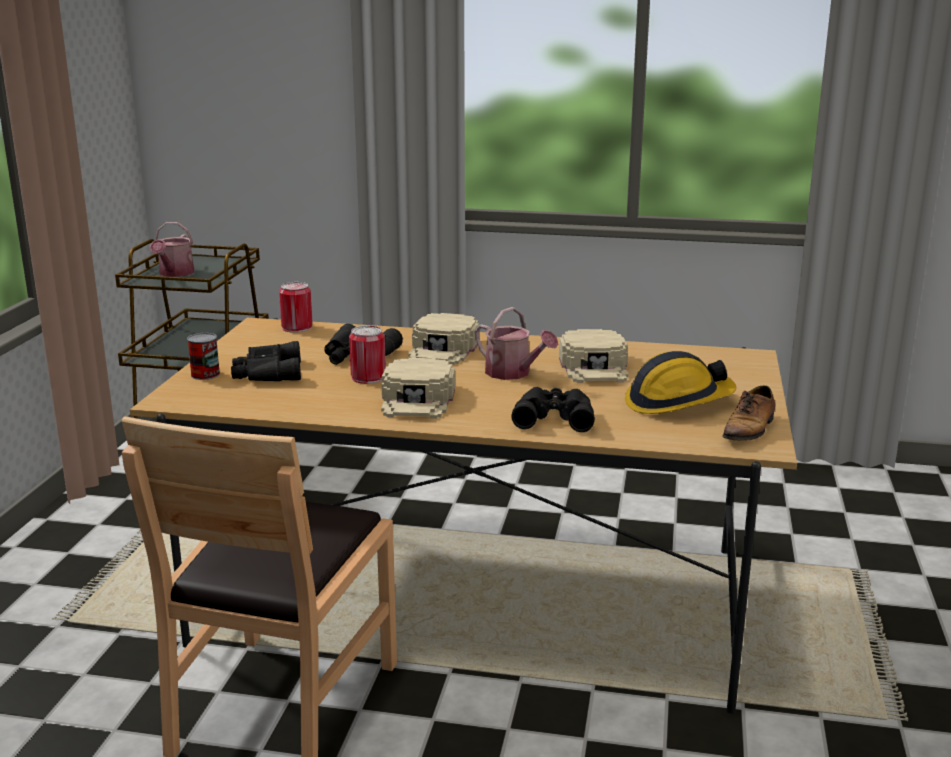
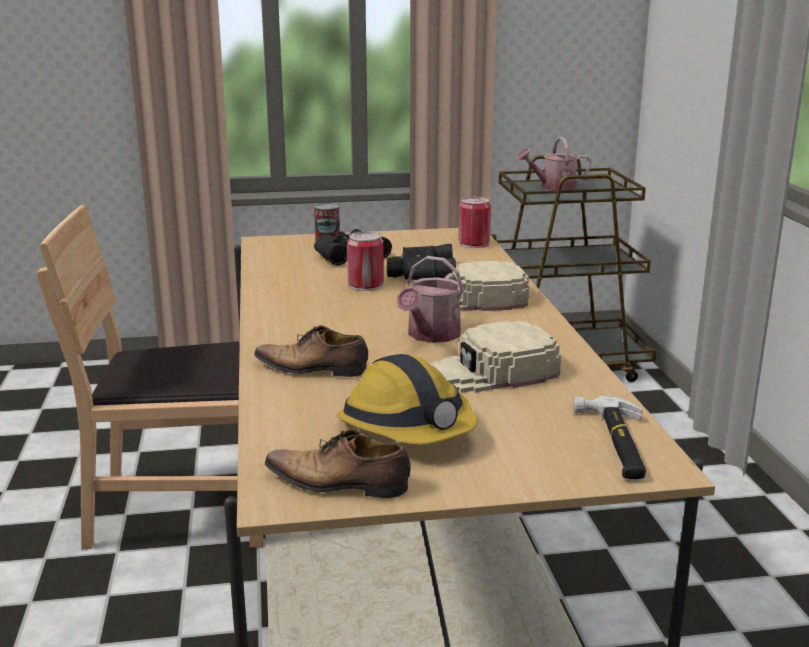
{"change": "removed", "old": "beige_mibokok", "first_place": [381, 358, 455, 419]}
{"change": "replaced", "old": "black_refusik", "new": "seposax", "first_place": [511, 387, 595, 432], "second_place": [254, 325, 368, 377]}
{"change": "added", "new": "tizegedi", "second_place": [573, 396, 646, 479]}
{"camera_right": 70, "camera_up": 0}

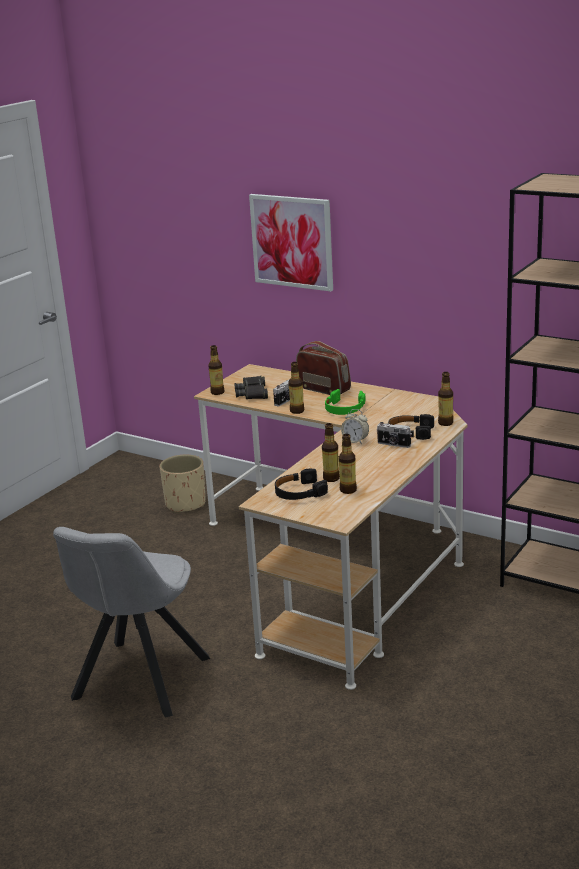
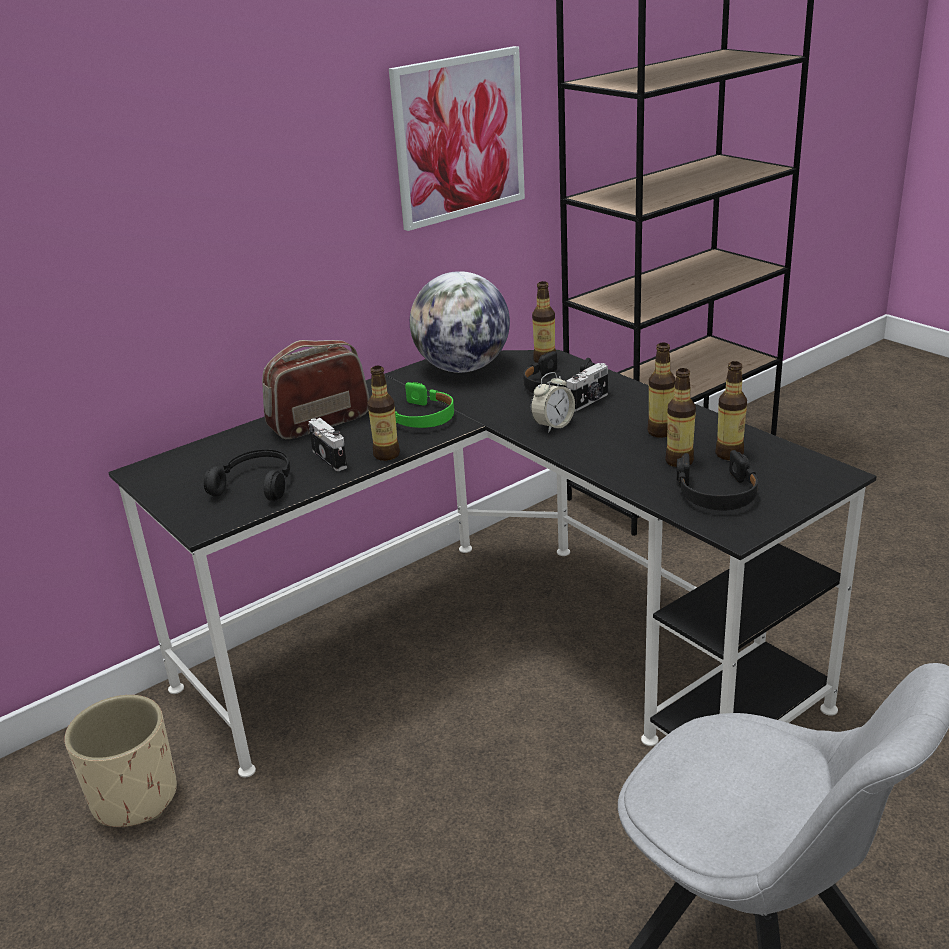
{"change": "moved", "old": "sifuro", "first_place": [249, 194, 333, 291], "second_place": [389, 46, 525, 231]}
{"change": "moved", "old": "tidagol", "first_place": [208, 345, 224, 395], "second_place": [647, 342, 675, 438]}
{"change": "recoloured", "old": "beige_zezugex", "new": "black_zezugex", "first_place": [194, 364, 468, 690], "second_place": [108, 350, 877, 777]}
{"change": "replaced", "old": "black_refusik", "new": "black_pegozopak", "first_place": [234, 376, 268, 399], "second_place": [204, 449, 290, 501]}
{"change": "added", "new": "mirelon", "second_place": [410, 271, 510, 373]}
{"camera_right": -70, "camera_up": 5}

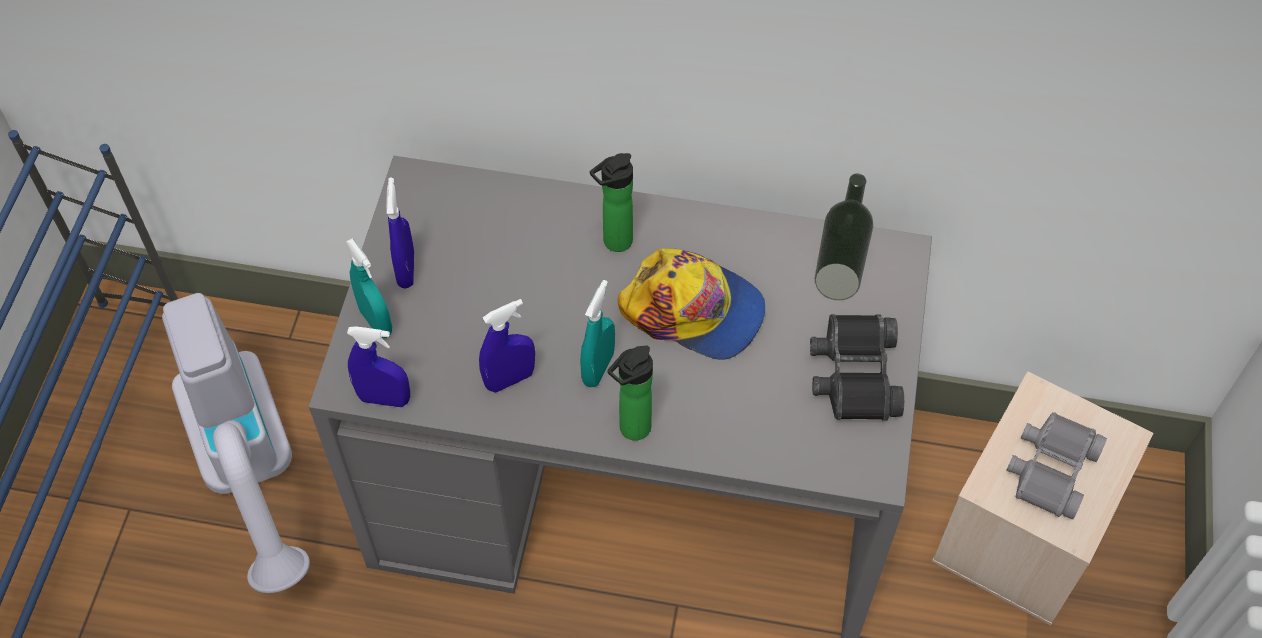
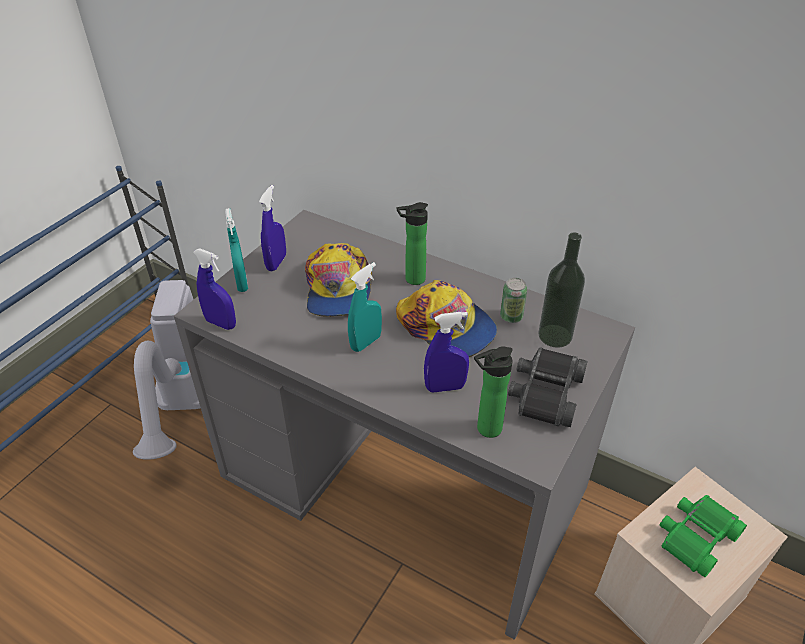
{"change": "moved", "old": "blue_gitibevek", "first_place": [479, 299, 535, 392], "second_place": [424, 312, 469, 393]}
{"change": "moved", "old": "tidagol", "first_place": [607, 345, 653, 441], "second_place": [474, 346, 513, 438]}
{"change": "recoloured", "old": "grey_refusik", "new": "green_refusik", "first_place": [1007, 412, 1107, 519], "second_place": [660, 495, 747, 577]}
{"change": "added", "new": "mibokok", "second_place": [305, 243, 372, 317]}
{"change": "added", "new": "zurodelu", "second_place": [500, 278, 527, 323]}
{"camera_right": 20, "camera_up": -15}

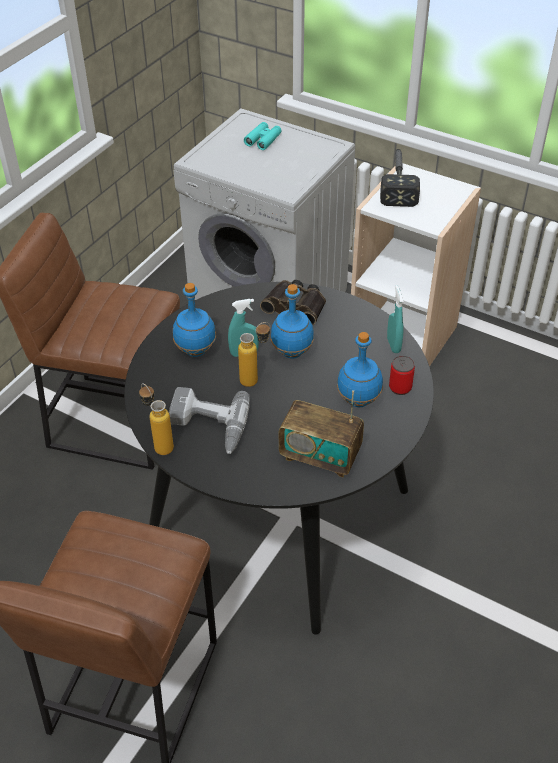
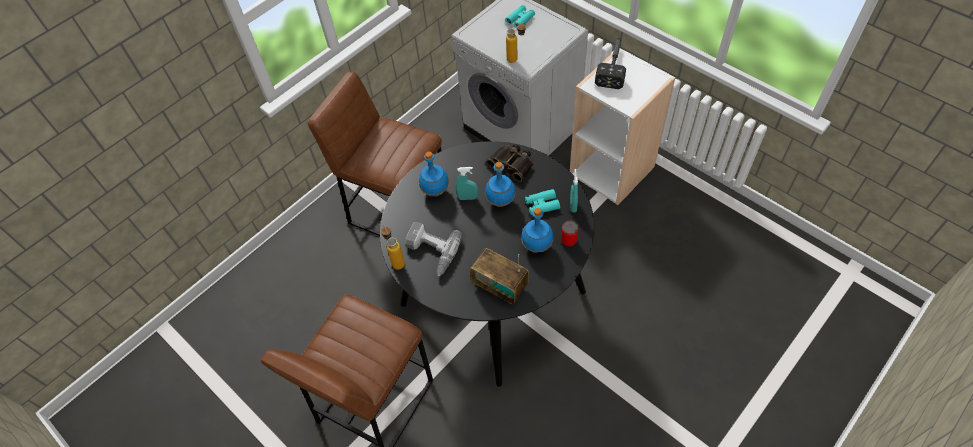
{"change": "moved", "old": "tidagol", "first_place": [238, 322, 270, 387], "second_place": [506, 23, 526, 63]}
{"change": "added", "new": "turquoise_refusik", "second_place": [525, 189, 560, 215]}
{"camera_right": 15, "camera_up": 10}

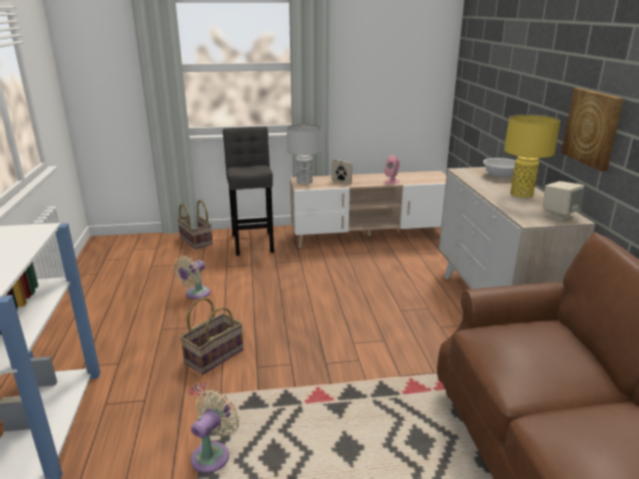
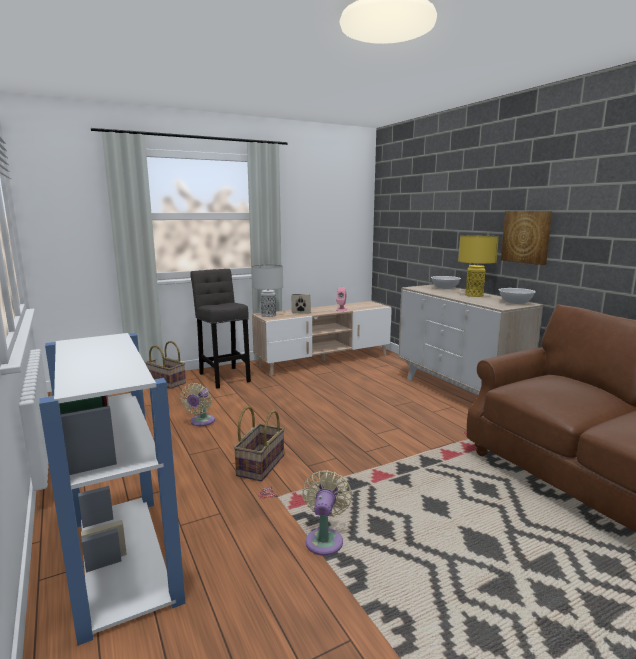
{"change": "replaced", "old": "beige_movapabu", "new": "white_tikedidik", "first_place": [543, 181, 584, 221], "second_place": [499, 288, 536, 304]}
{"camera_right": -20, "camera_up": -10}

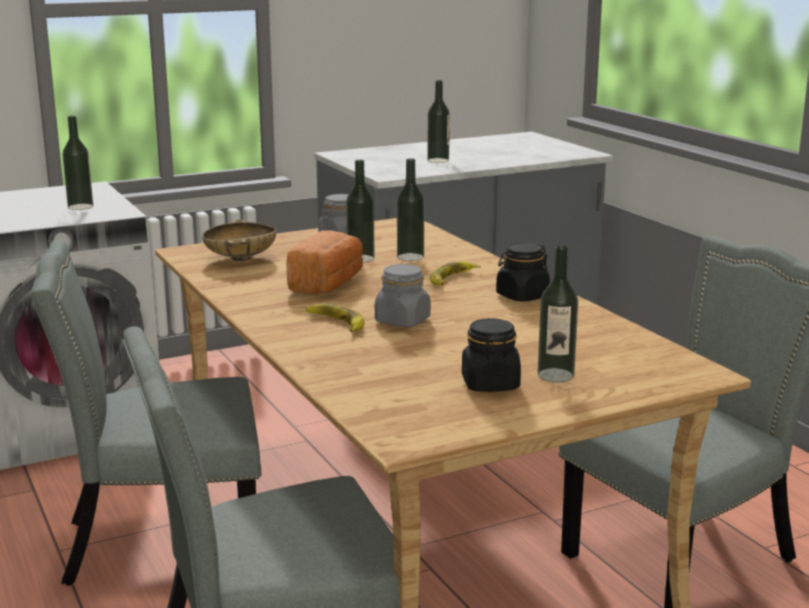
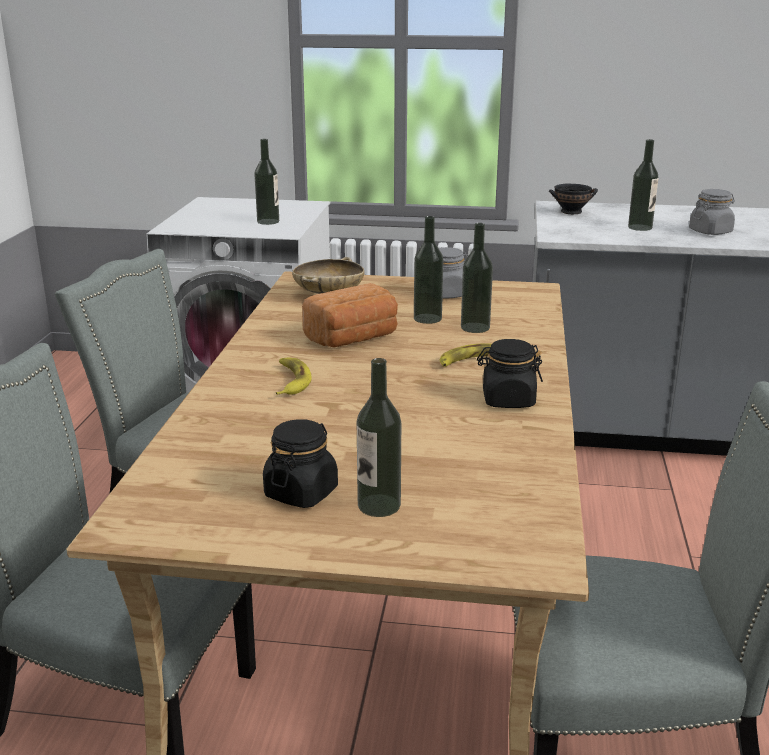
{"change": "moved", "old": "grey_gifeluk", "first_place": [375, 264, 431, 327], "second_place": [689, 189, 735, 235]}
{"change": "added", "new": "black_tikedidik", "second_place": [549, 184, 598, 214]}
{"camera_right": 35, "camera_up": 5}

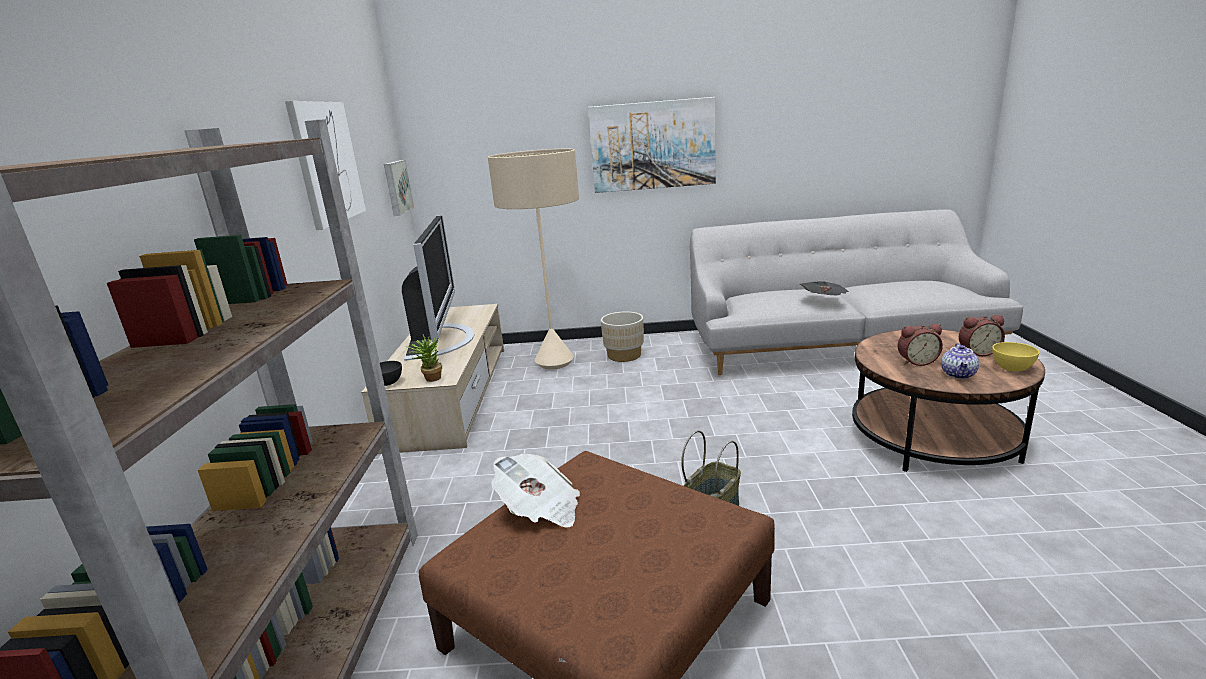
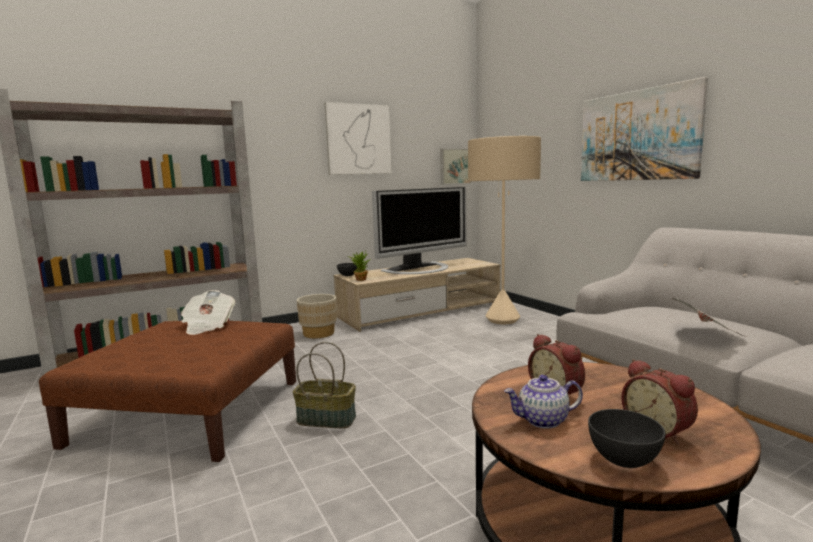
{"change": "moved", "old": "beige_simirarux", "first_place": [601, 312, 644, 362], "second_place": [297, 294, 337, 338]}
{"change": "recoloured", "old": "yellow_tikedidik", "new": "grey_tikedidik", "first_place": [992, 342, 1039, 371], "second_place": [588, 409, 666, 468]}
{"camera_right": 60, "camera_up": -10}

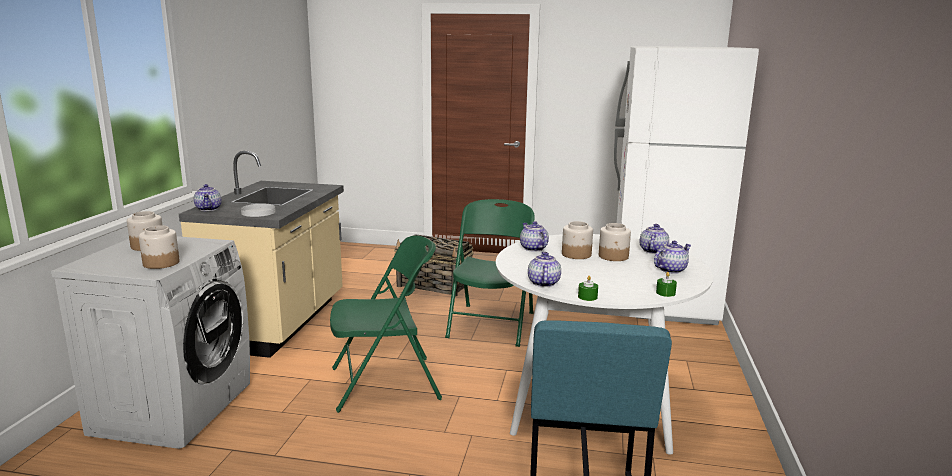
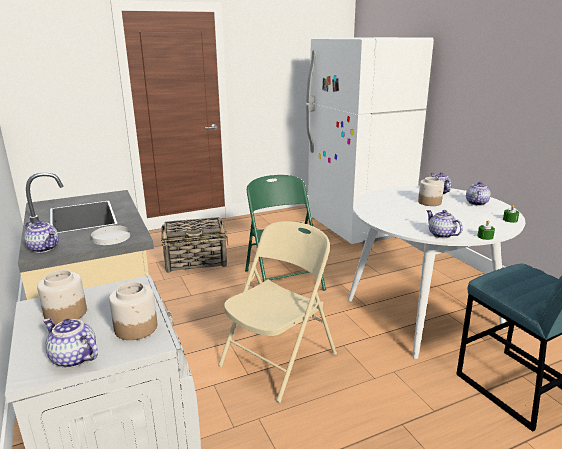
{"change": "moved", "old": "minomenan", "first_place": [520, 221, 549, 252], "second_place": [43, 318, 98, 368]}
{"change": "removed", "old": "gifeluk", "first_place": [562, 221, 593, 259]}
{"change": "recoloured", "old": "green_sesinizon", "new": "beige_sesinizon", "first_place": [330, 236, 442, 413], "second_place": [218, 221, 337, 403]}
{"camera_right": -35, "camera_up": 5}

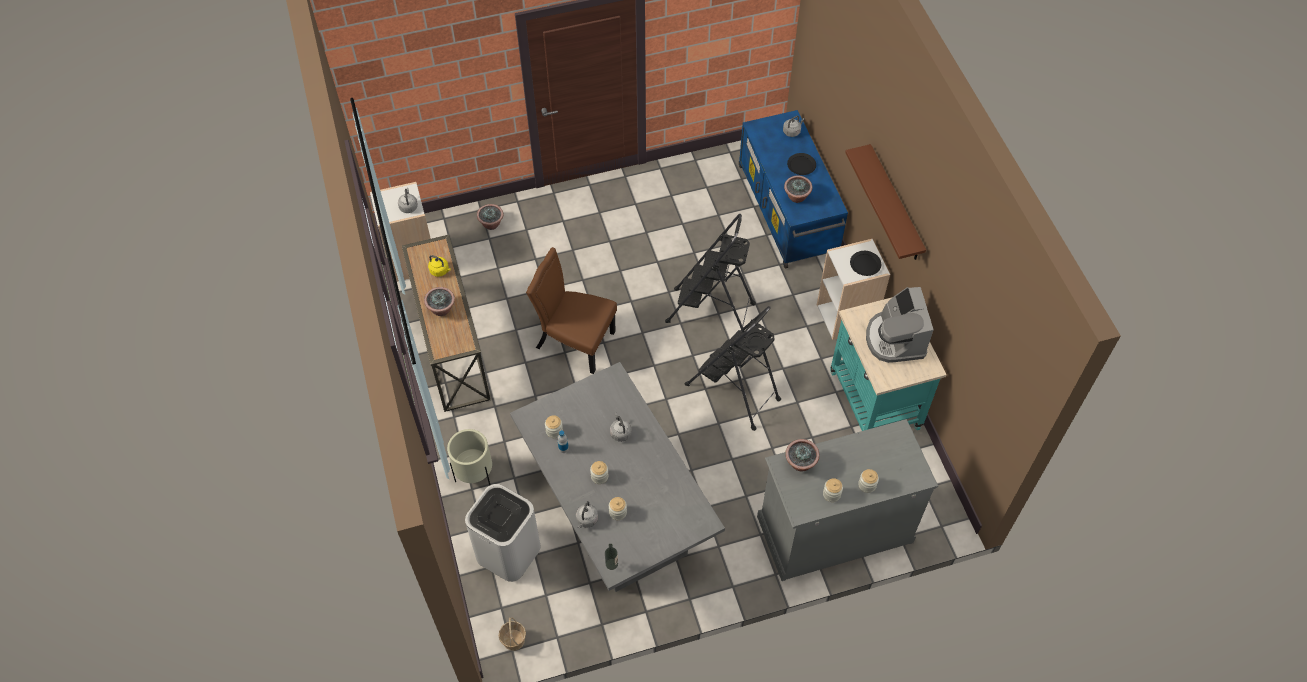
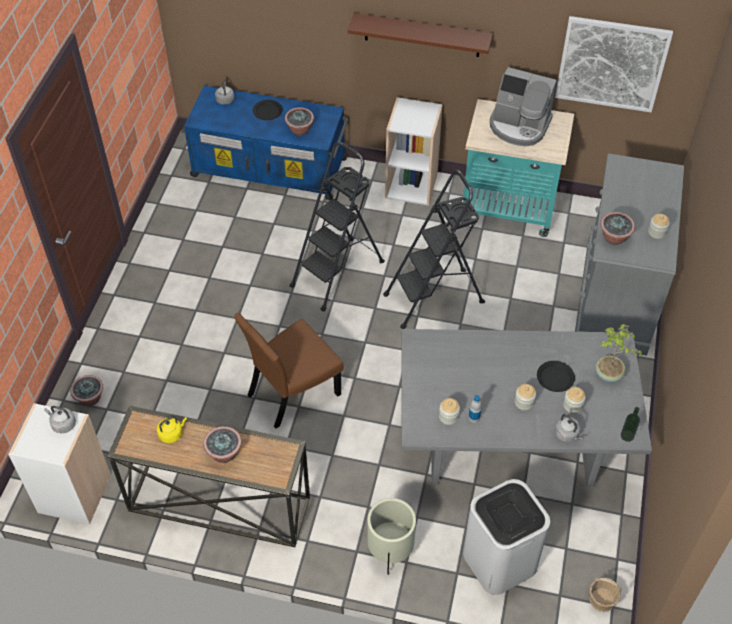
{"change": "moved", "old": "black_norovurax", "first_place": [850, 251, 881, 276], "second_place": [537, 361, 575, 392]}
{"change": "removed", "old": "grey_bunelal", "first_place": [610, 413, 631, 442]}
{"change": "removed", "old": "gifeluk", "first_place": [858, 469, 879, 493]}
{"change": "added", "new": "sifuro", "second_place": [555, 16, 673, 112]}
{"change": "added", "new": "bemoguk", "second_place": [595, 324, 642, 383]}
{"camera_right": -60, "camera_up": -5}

